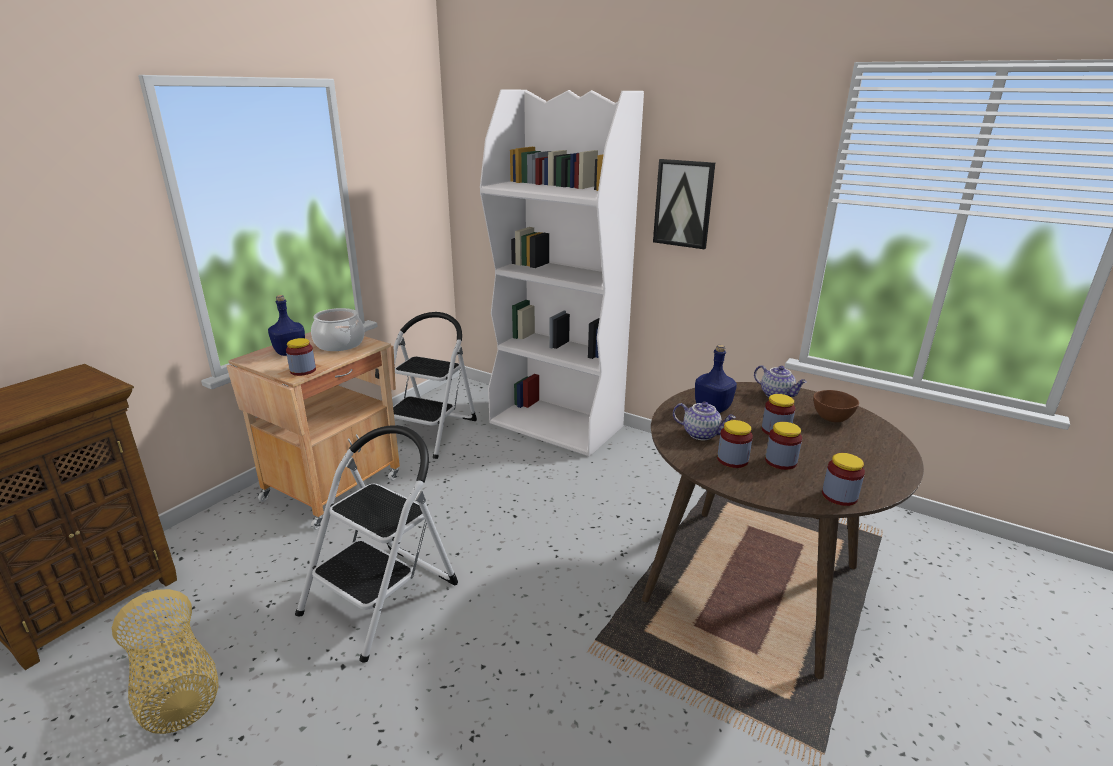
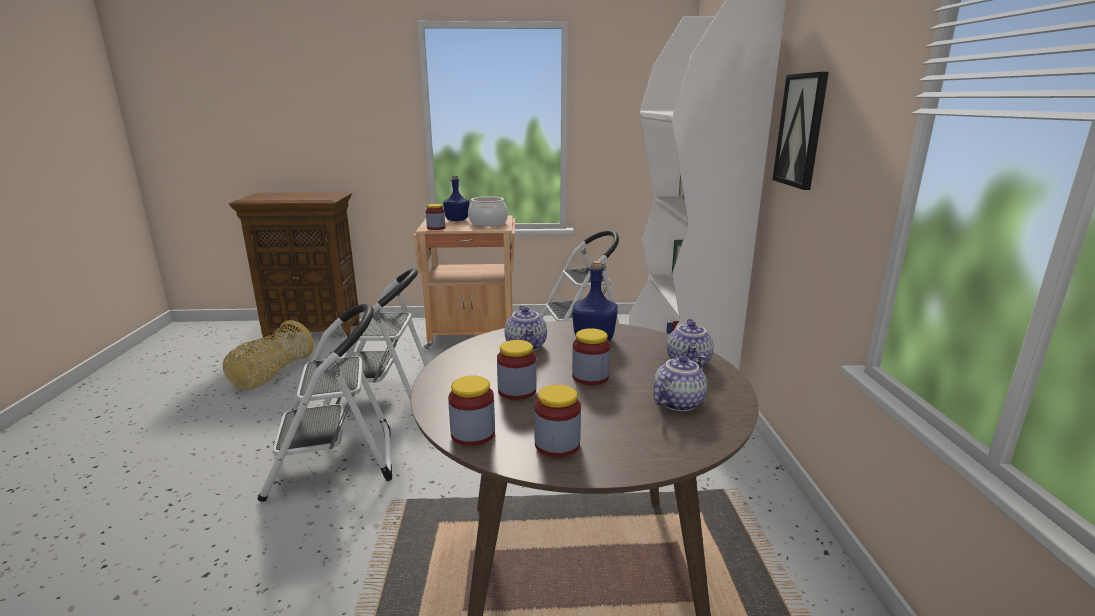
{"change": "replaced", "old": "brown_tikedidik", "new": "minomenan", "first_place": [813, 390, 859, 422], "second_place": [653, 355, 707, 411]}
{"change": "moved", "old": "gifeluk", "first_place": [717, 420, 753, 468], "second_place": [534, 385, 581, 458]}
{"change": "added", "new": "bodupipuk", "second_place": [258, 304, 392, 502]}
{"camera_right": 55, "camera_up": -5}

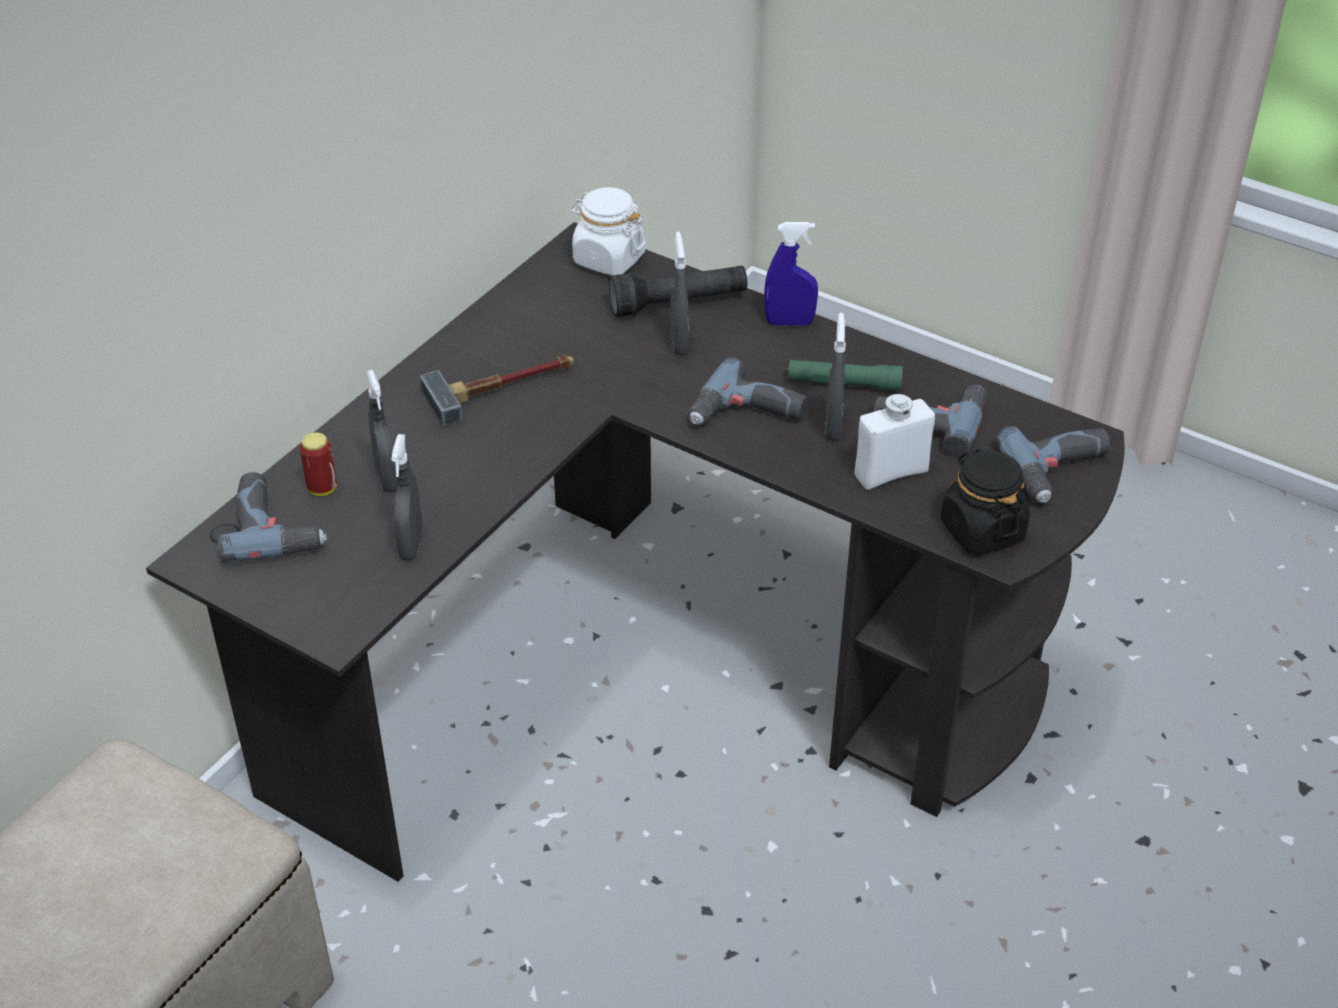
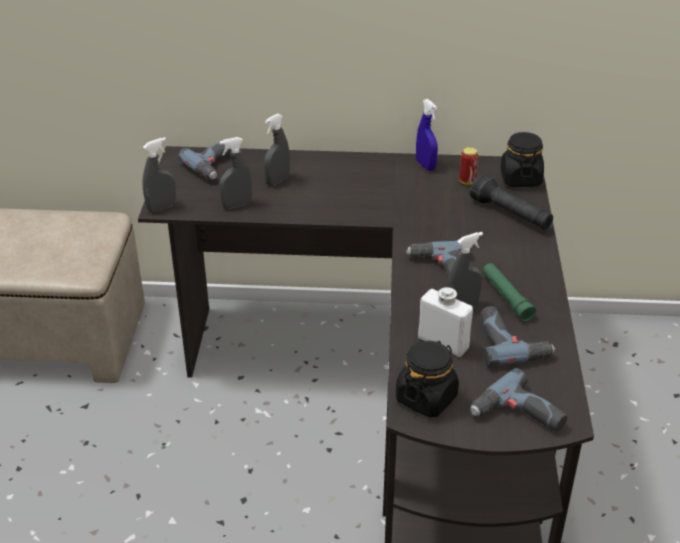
{"change": "recoloured", "old": "white_gifeluk", "new": "black_gifeluk", "first_place": [571, 187, 645, 276], "second_place": [501, 132, 544, 187]}
{"change": "moved", "old": "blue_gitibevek", "first_place": [764, 222, 818, 326], "second_place": [416, 99, 438, 171]}
{"change": "moved", "old": "grey_gitibevek", "first_place": [670, 232, 689, 355], "second_place": [143, 137, 176, 213]}
{"change": "removed", "old": "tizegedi", "first_place": [420, 355, 574, 426]}
{"change": "moved", "old": "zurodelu", "first_place": [300, 432, 337, 496], "second_place": [459, 147, 479, 185]}
{"camera_right": 60, "camera_up": -5}

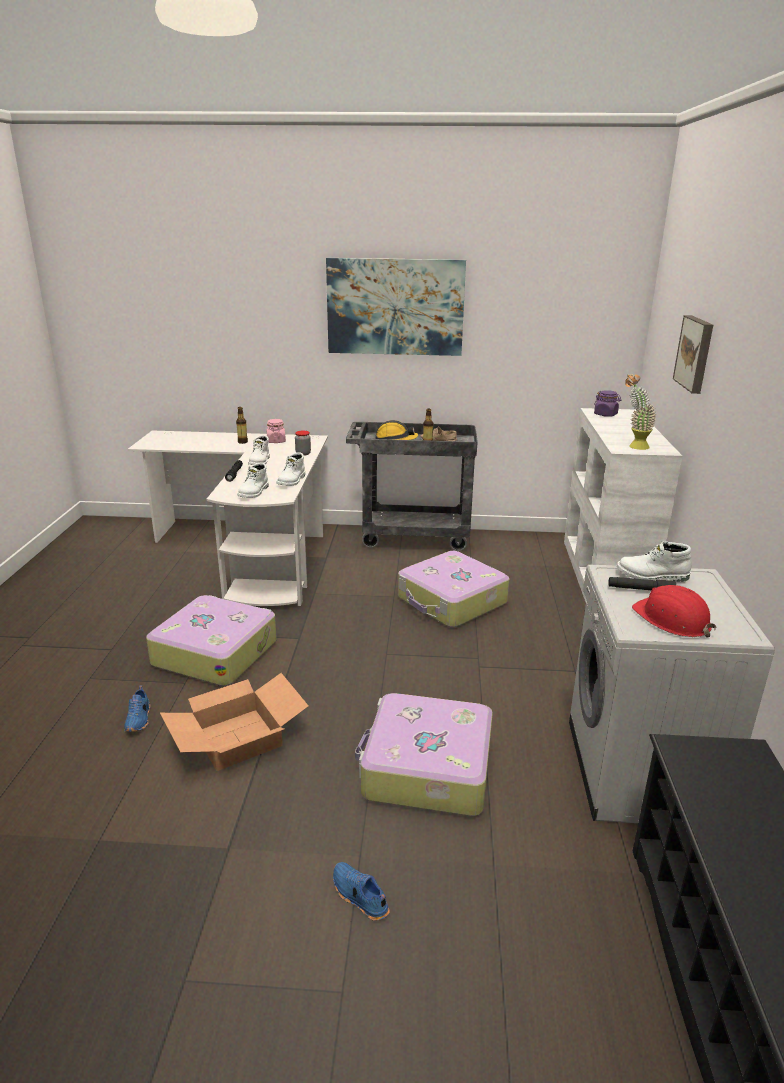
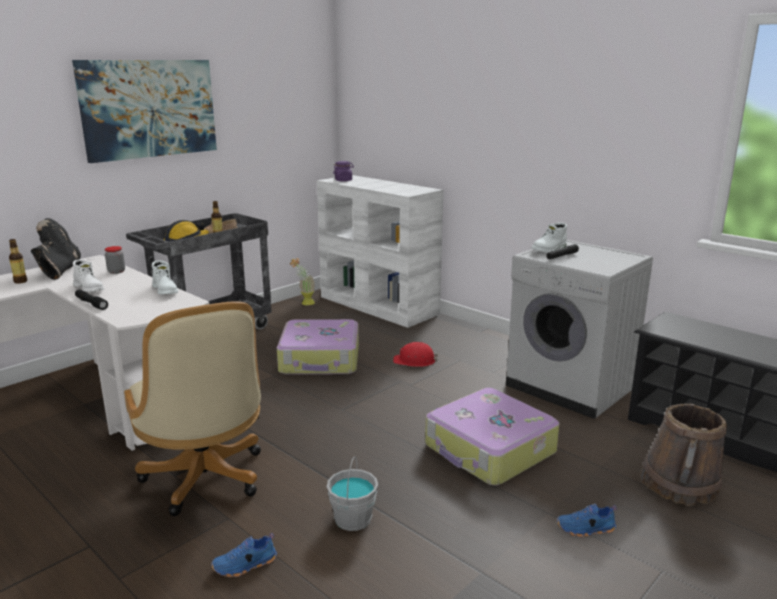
{"change": "removed", "old": "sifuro", "first_place": [673, 315, 713, 394]}
{"change": "moved", "old": "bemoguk", "first_place": [625, 374, 657, 450], "second_place": [290, 258, 315, 305]}
{"change": "replaced", "old": "pink_gifeluk", "new": "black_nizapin", "first_place": [267, 419, 286, 443], "second_place": [31, 218, 81, 280]}
{"change": "removed", "old": "white_nizapin", "first_place": [237, 463, 268, 498]}
{"change": "moved", "old": "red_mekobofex", "first_place": [632, 585, 716, 638], "second_place": [393, 342, 438, 367]}
{"change": "replaced", "old": "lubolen", "new": "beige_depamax", "first_place": [146, 595, 277, 686], "second_place": [124, 301, 261, 516]}
{"change": "replaced", "old": "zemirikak", "new": "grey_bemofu", "first_place": [160, 673, 308, 771], "second_place": [327, 456, 378, 531]}
{"change": "turned", "old": "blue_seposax", "first_place": [124, 686, 150, 732], "second_place": [211, 533, 277, 577], "degrees": 120}
{"change": "added", "new": "brown_bemofu", "second_place": [640, 404, 727, 506]}
{"camera_right": -50, "camera_up": -5}

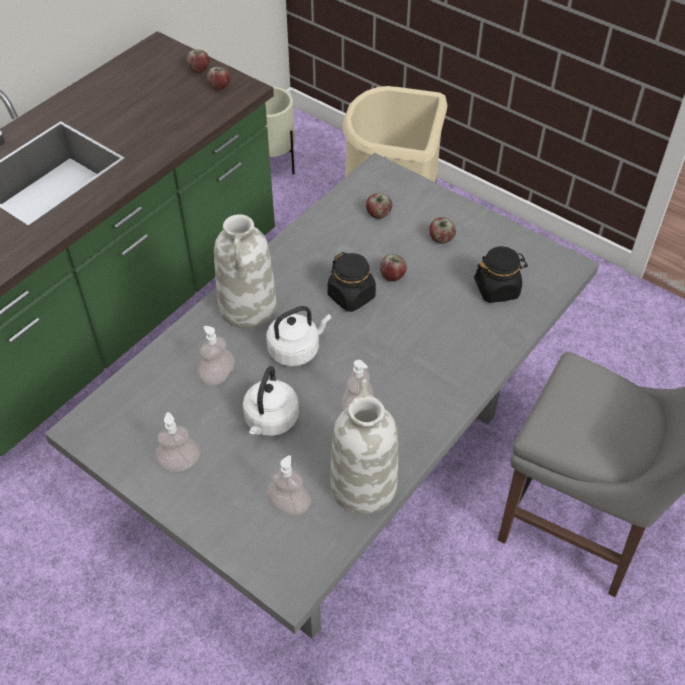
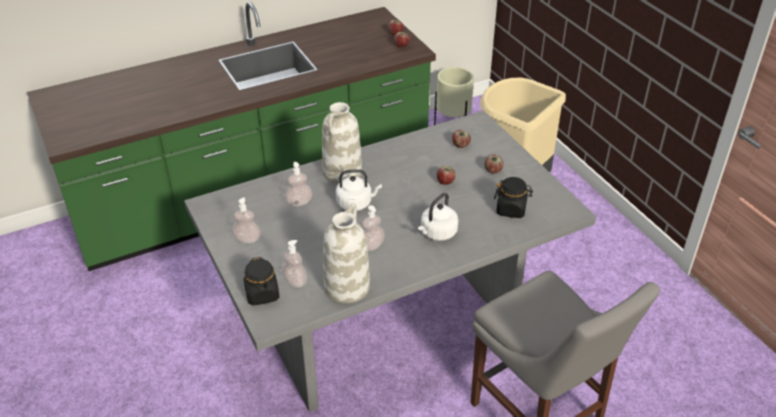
{"change": "moved", "old": "black_gifeluk", "first_place": [327, 252, 376, 312], "second_place": [244, 257, 280, 305]}
{"change": "moved", "old": "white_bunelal", "first_place": [243, 366, 299, 436], "second_place": [418, 193, 458, 241]}
{"camera_right": 25, "camera_up": -10}

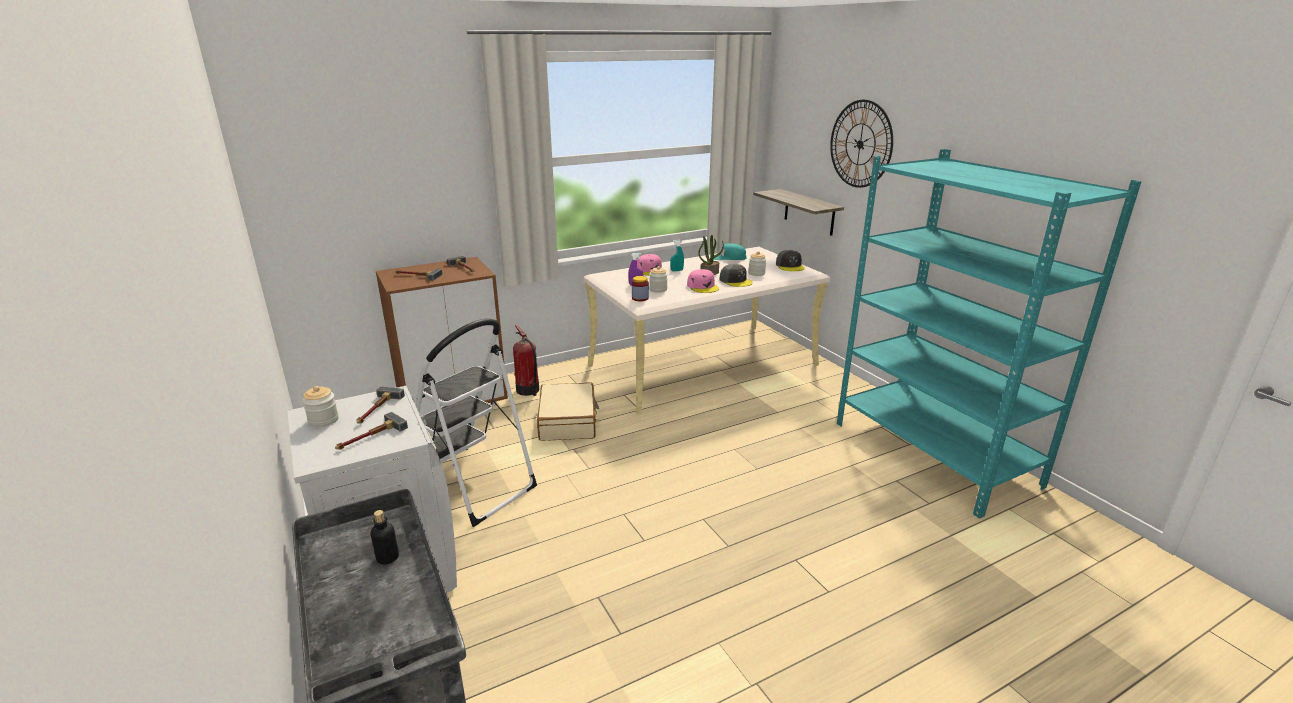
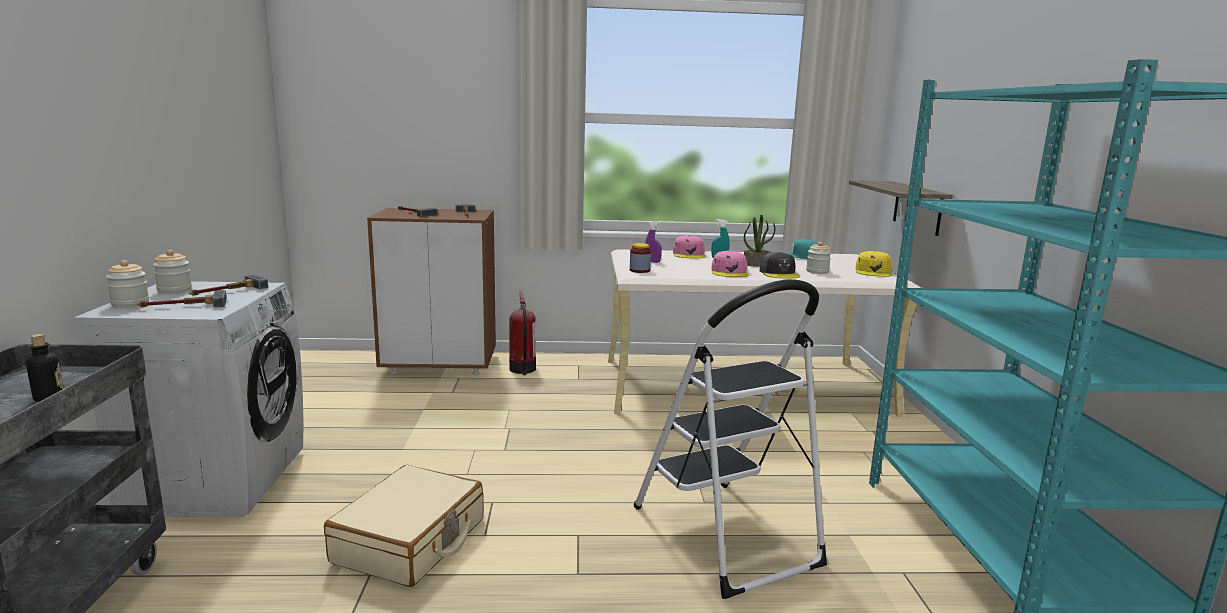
{"change": "removed", "old": "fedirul", "first_place": [830, 100, 893, 188]}
{"change": "recoloured", "old": "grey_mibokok", "new": "yellow_mibokok", "first_place": [776, 250, 805, 271], "second_place": [855, 251, 892, 277]}
{"change": "moved", "old": "gifeluk", "first_place": [649, 266, 668, 293], "second_place": [106, 260, 149, 308]}
{"change": "moved", "old": "bodupipuk", "first_place": [416, 319, 537, 527], "second_place": [634, 279, 827, 599]}
{"change": "moved", "old": "beige_lubolen", "first_place": [537, 382, 599, 441], "second_place": [324, 465, 484, 587]}
{"camera_right": 25, "camera_up": -10}

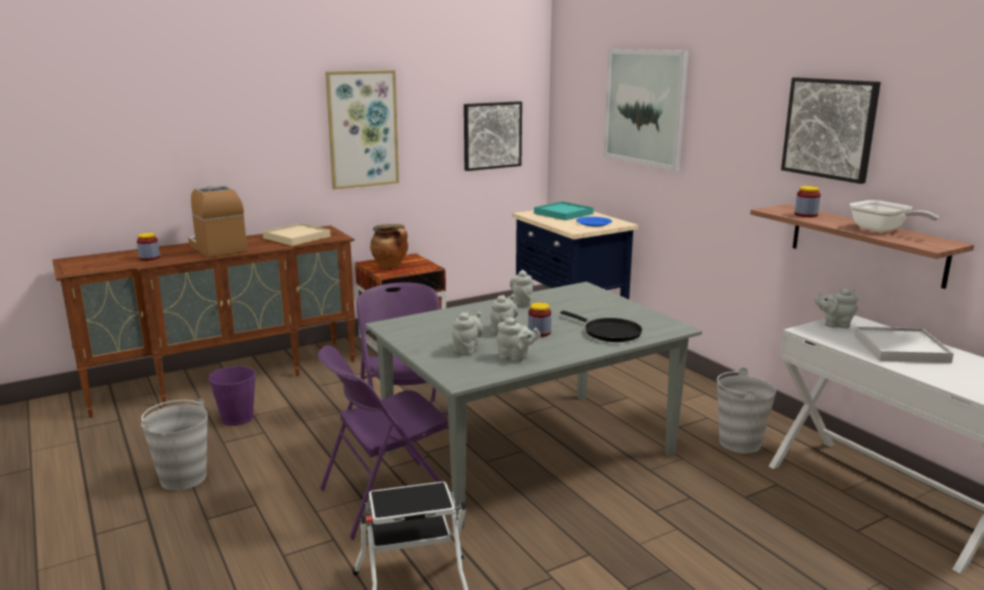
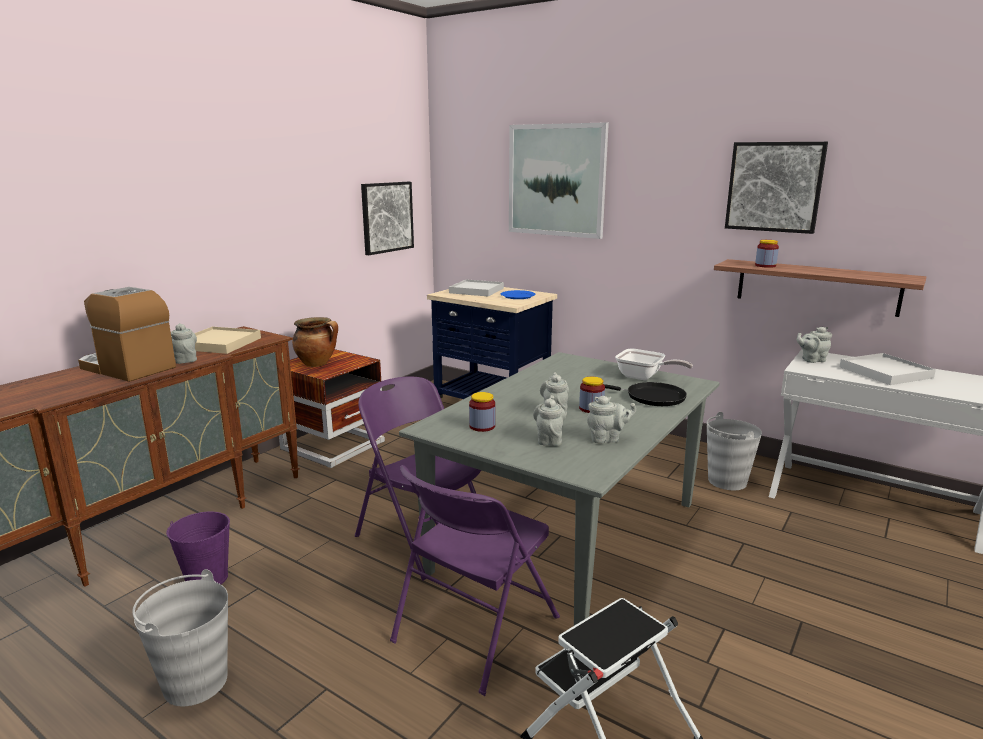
{"change": "removed", "old": "sifuro", "first_place": [325, 70, 399, 189]}
{"change": "moved", "old": "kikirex", "first_place": [850, 200, 939, 232], "second_place": [615, 349, 693, 380]}
{"change": "recoloured", "old": "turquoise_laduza", "new": "white_laduza", "first_place": [534, 202, 594, 220], "second_place": [449, 279, 504, 297]}
{"change": "moved", "old": "gifeluk", "first_place": [137, 233, 160, 261], "second_place": [469, 392, 495, 432]}
{"change": "moved", "old": "grey_minomenan", "first_place": [510, 270, 534, 306], "second_place": [171, 323, 197, 364]}
{"camera_right": -25, "camera_up": 0}

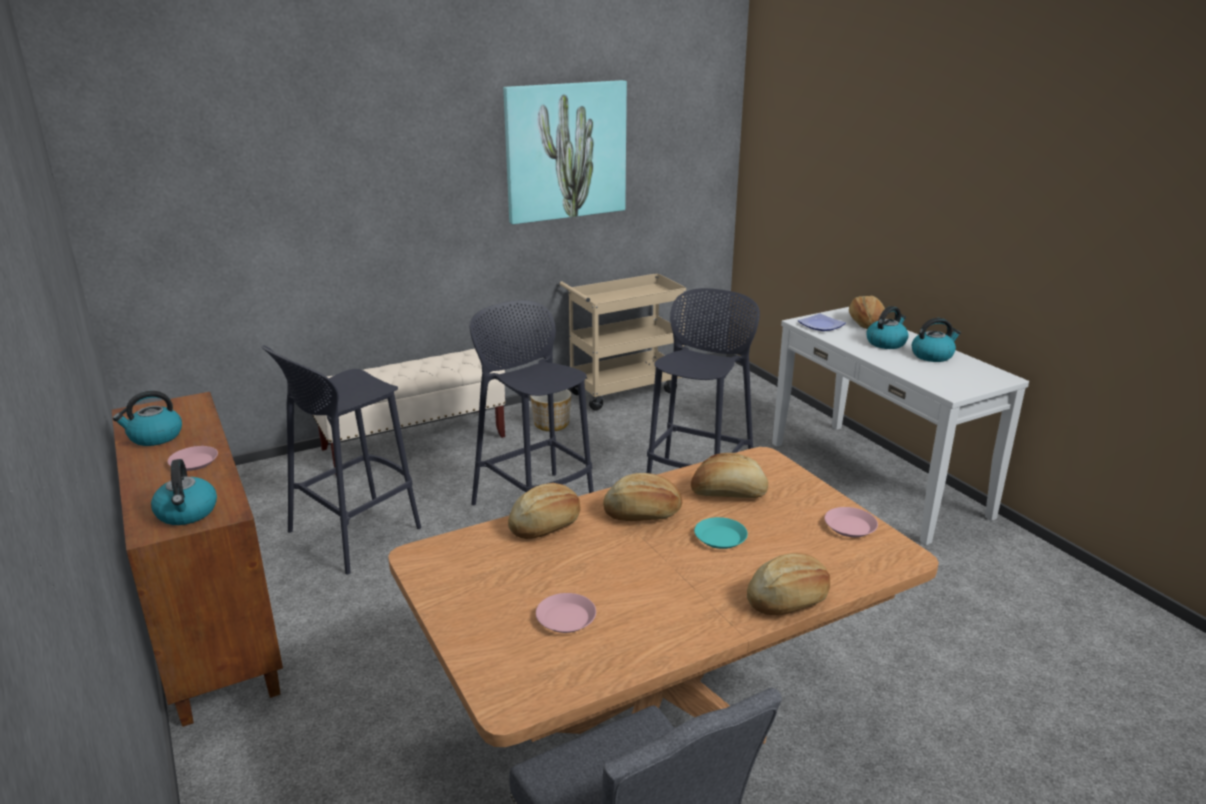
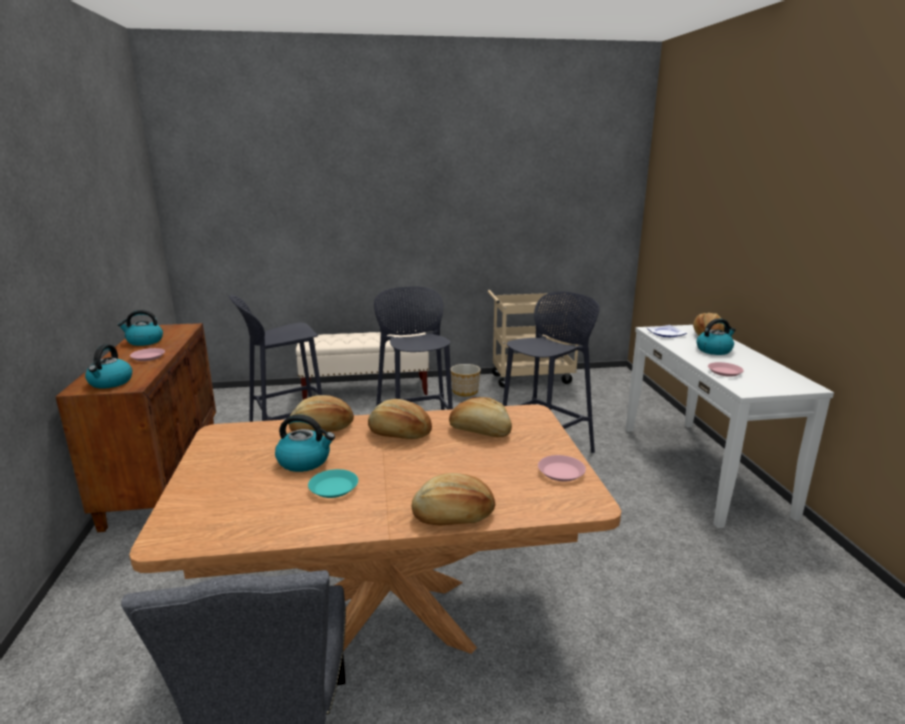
{"change": "removed", "old": "sifuro", "first_place": [503, 80, 627, 224]}
{"change": "moved", "old": "bunelal", "first_place": [911, 318, 961, 362], "second_place": [275, 414, 335, 472]}
{"change": "moved", "old": "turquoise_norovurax", "first_place": [694, 517, 748, 549], "second_place": [308, 469, 358, 498]}
{"change": "moved", "old": "pink_norovurax", "first_place": [536, 593, 596, 633], "second_place": [708, 362, 744, 377]}
{"camera_right": 20, "camera_up": -5}

